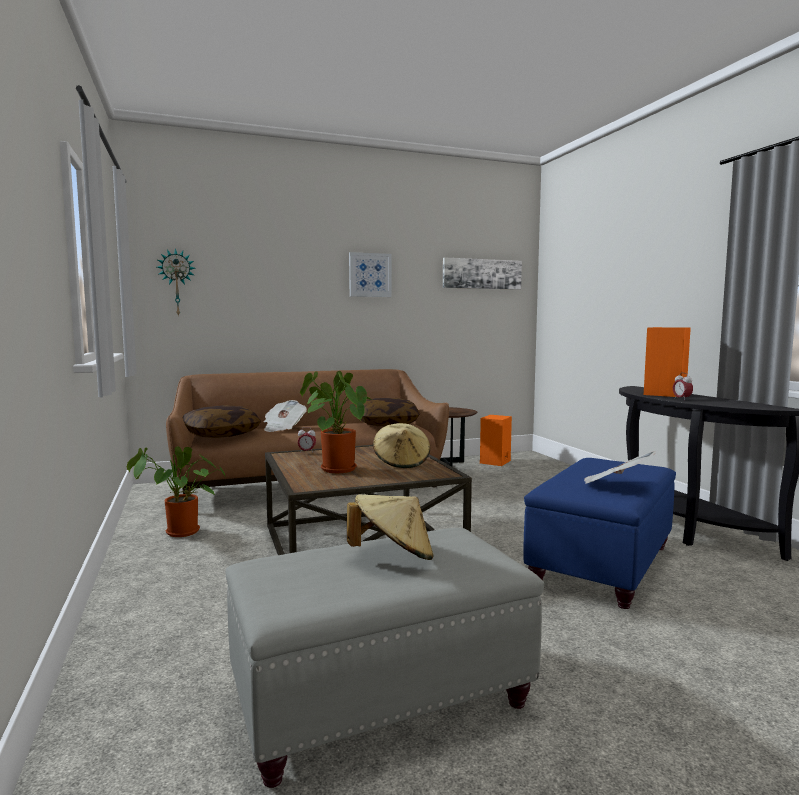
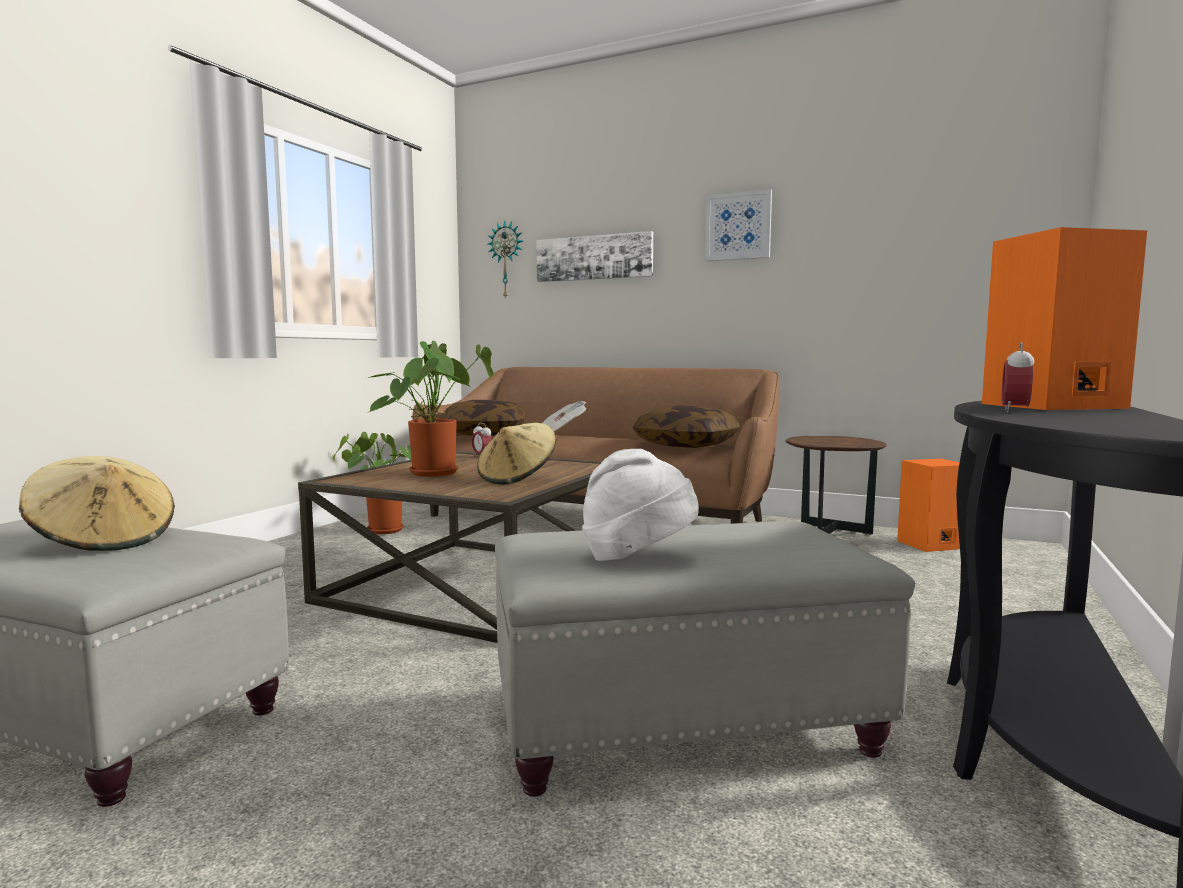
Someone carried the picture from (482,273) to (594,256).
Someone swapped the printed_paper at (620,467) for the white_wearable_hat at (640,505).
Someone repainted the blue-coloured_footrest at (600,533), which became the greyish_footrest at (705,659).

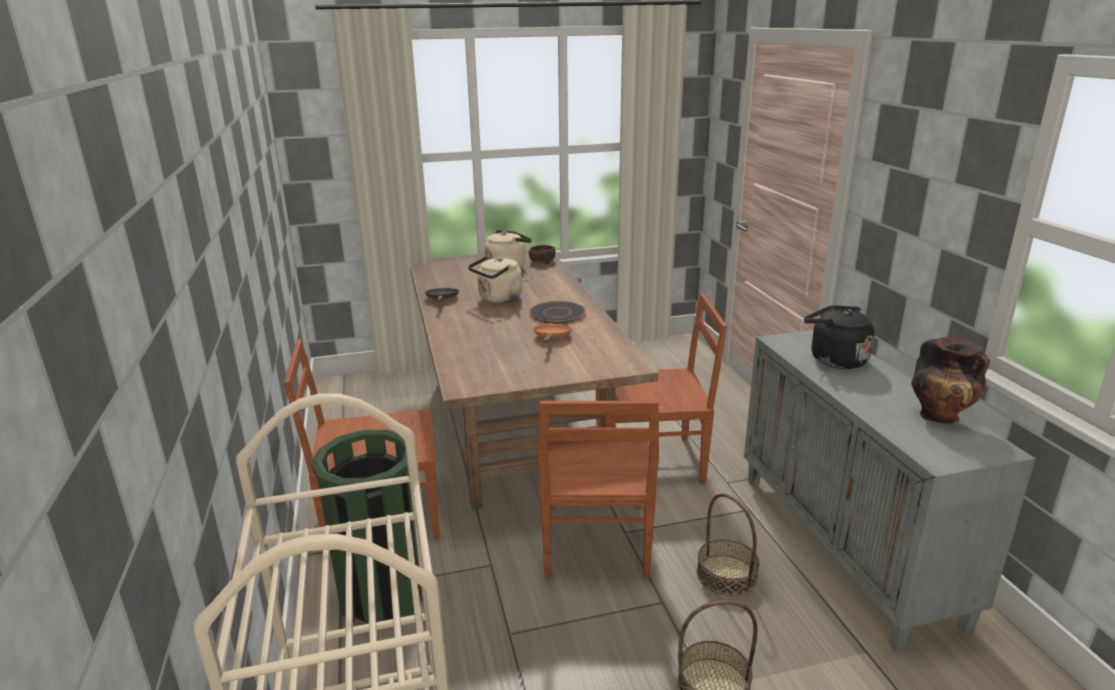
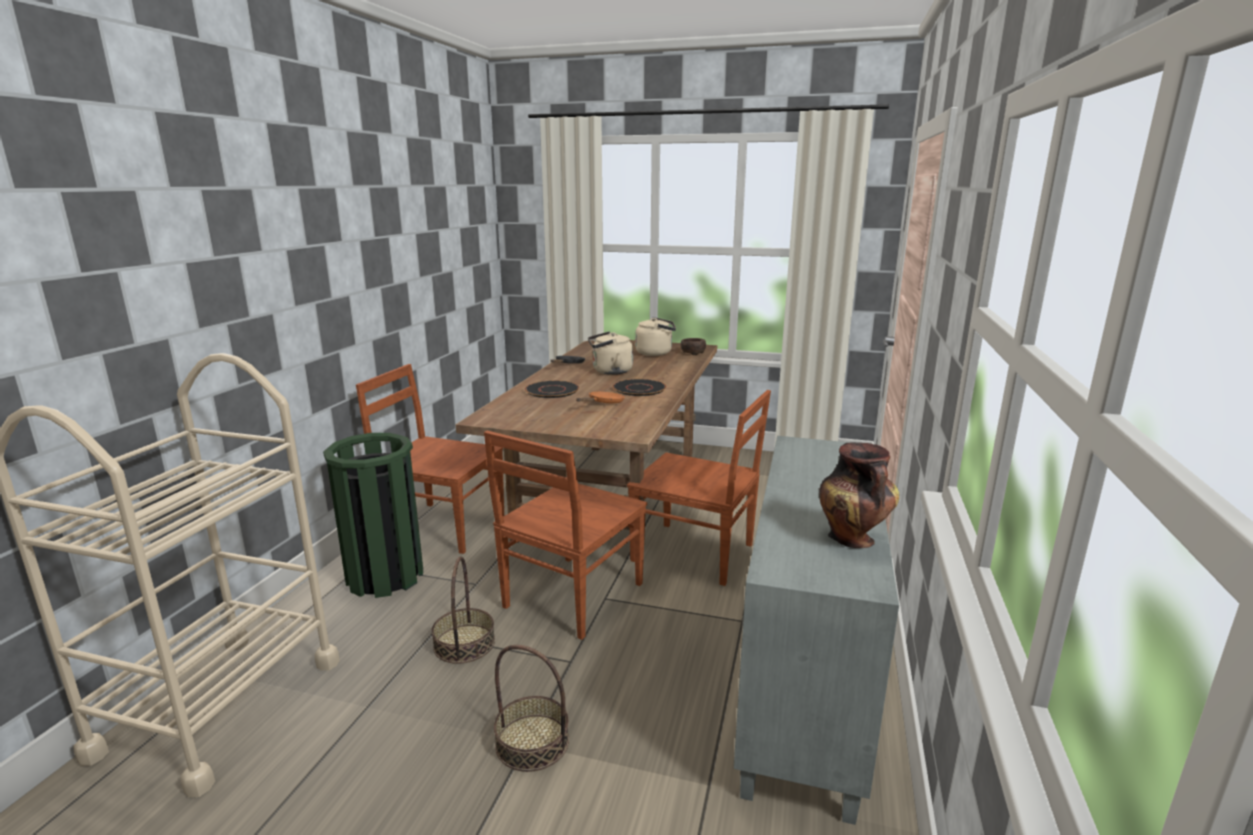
Someone took away the black-coloured_water_kettle at (839,337).
Someone carried the basket from (728,544) to (463,610).
Someone put down the black-coloured_flat_dish at (552,389).

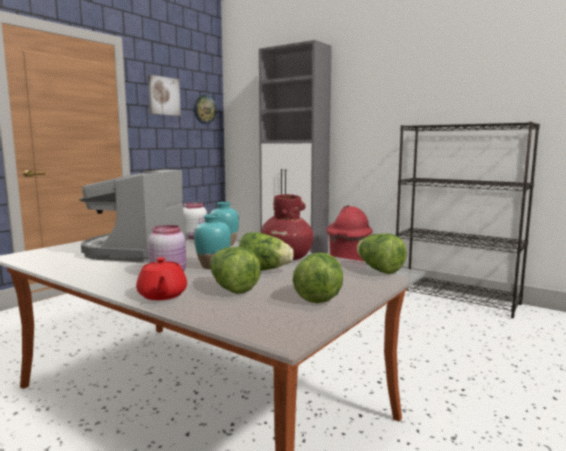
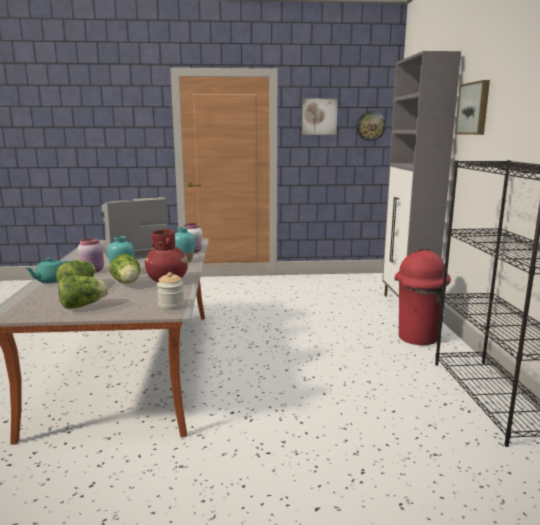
Someone swapped the lettuce at (382,254) for the preserve_jar at (170,291).
Someone repainted the red-coloured_teapot at (161,278), which became the turquoise_teapot at (47,270).
Someone put up the picture at (472,107).

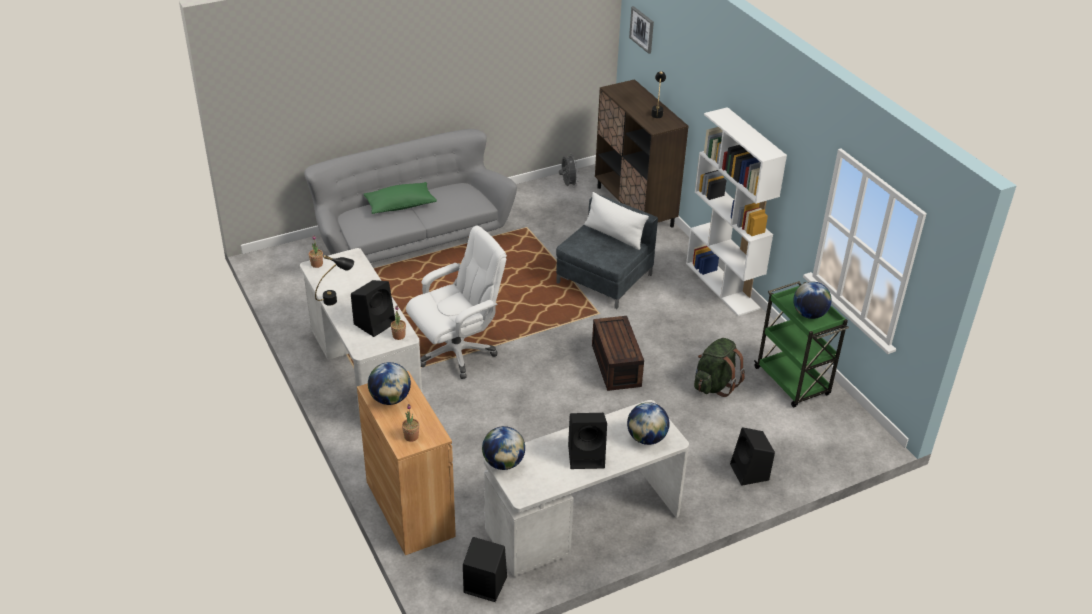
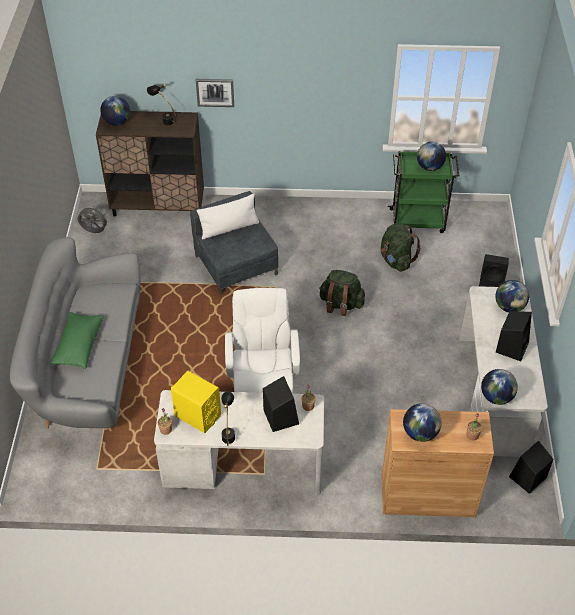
Someone carried the picture from (641,30) to (215,93).
Someone took away the white_shelving_unit at (736,211).
Someone swapped the brownish_storage_box at (618,353) for the green-coloured_backpack at (342,293).
Someone put down the world_globe at (115,111).
Someone put down the yellow-coloured_loudspeaker at (196,402).

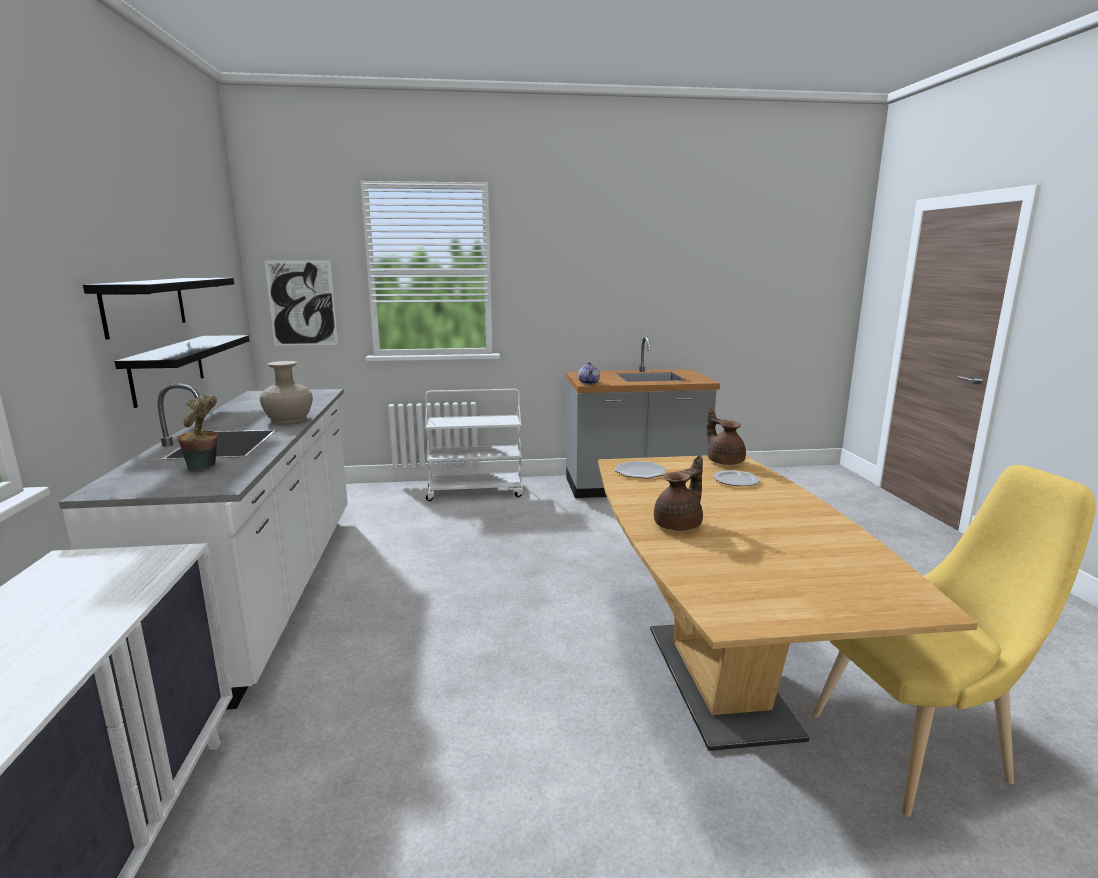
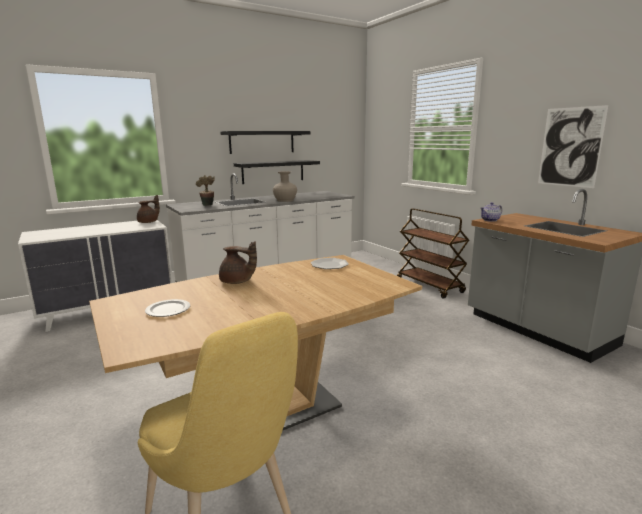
Someone carried the picture from (301,303) to (573,146).
Someone repainted the white_wheeled_cart at (474,445), which became the brownish_wheeled_cart at (433,253).
Someone carried the brownish_teapot from (726,436) to (148,209).
Someone carried the flat_dish from (736,478) to (167,308).

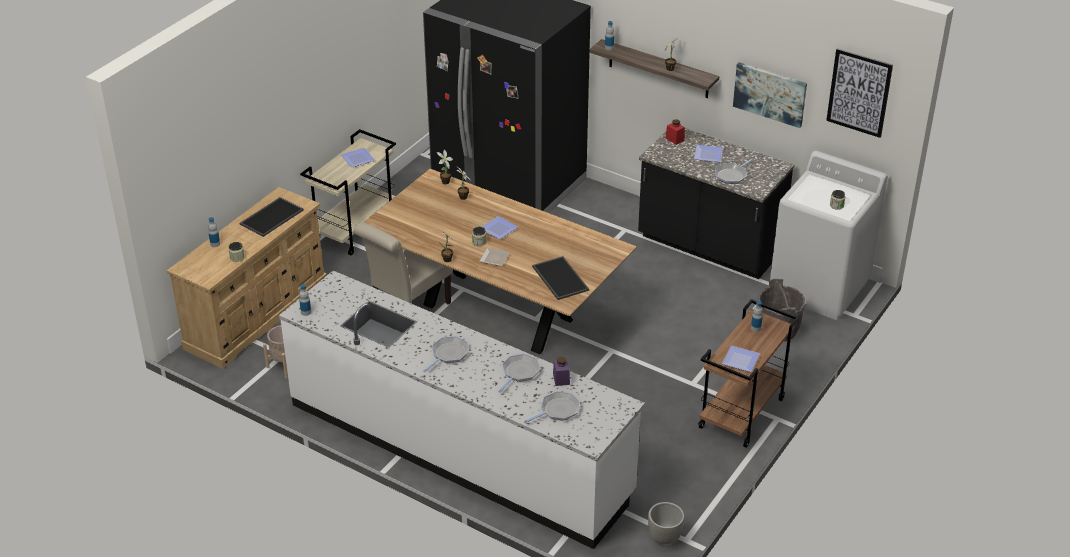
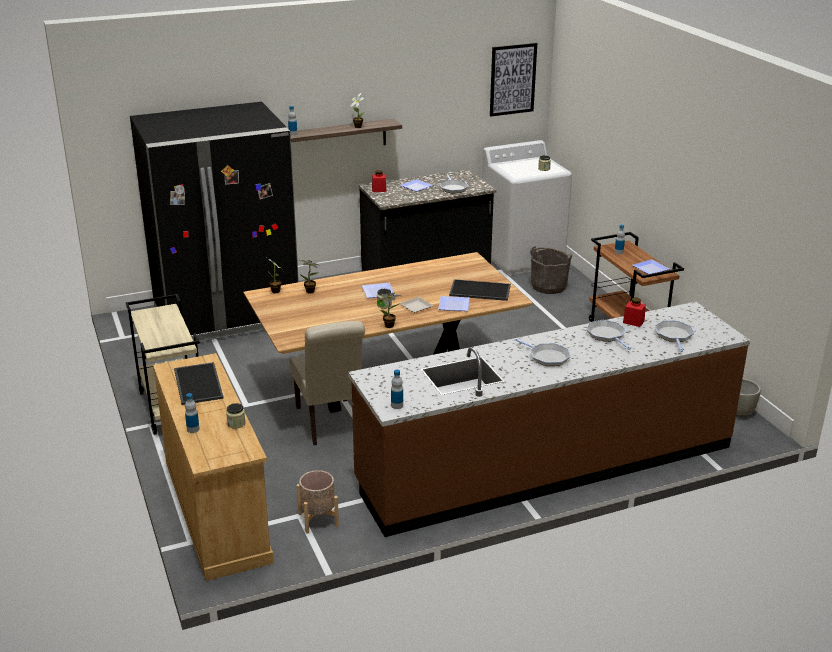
Someone took away the picture at (770,95).
Someone carried the flat_dish from (358,158) to (454,303).
Someone repainted the white_counter at (462,410), which became the brownish_counter at (549,419).
Someone rotated the skillet at (446,354) by 150 degrees clockwise.
Someone repainted the purple_preserve_jar at (561,371), which became the red-coloured_preserve_jar at (634,312).

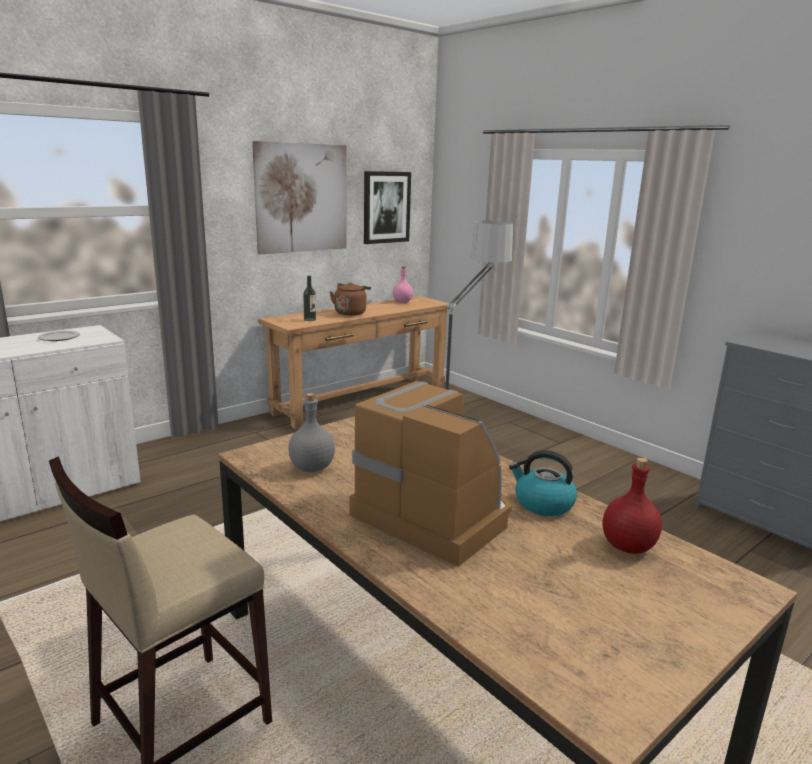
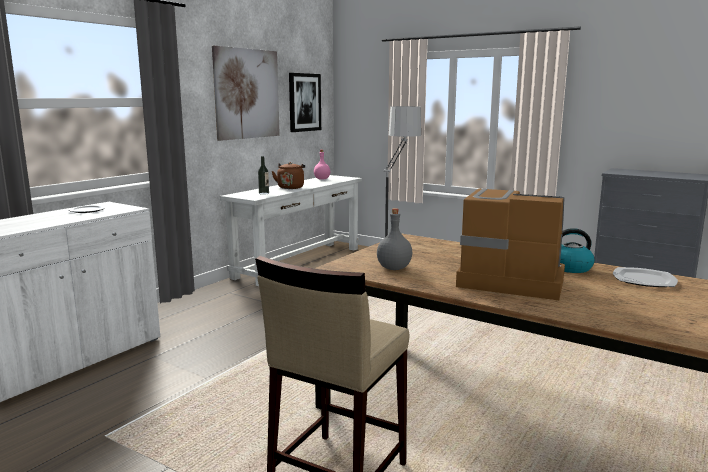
Someone repainted the brownish_console_table at (356,362), which became the white_console_table at (291,230).
Someone swapped the red-coloured_bottle at (632,505) for the flat_dish at (645,277).

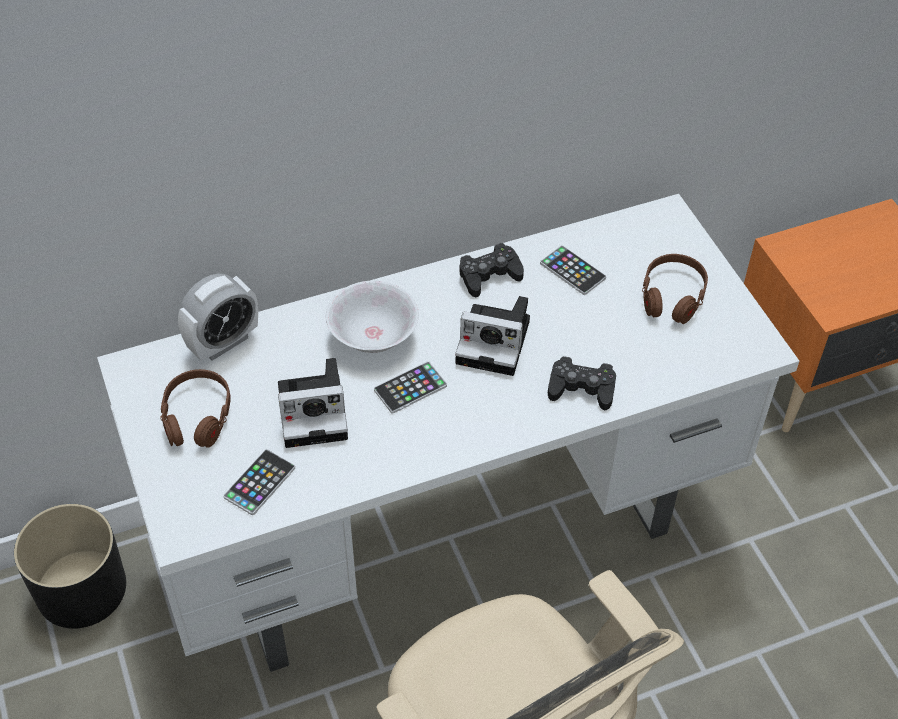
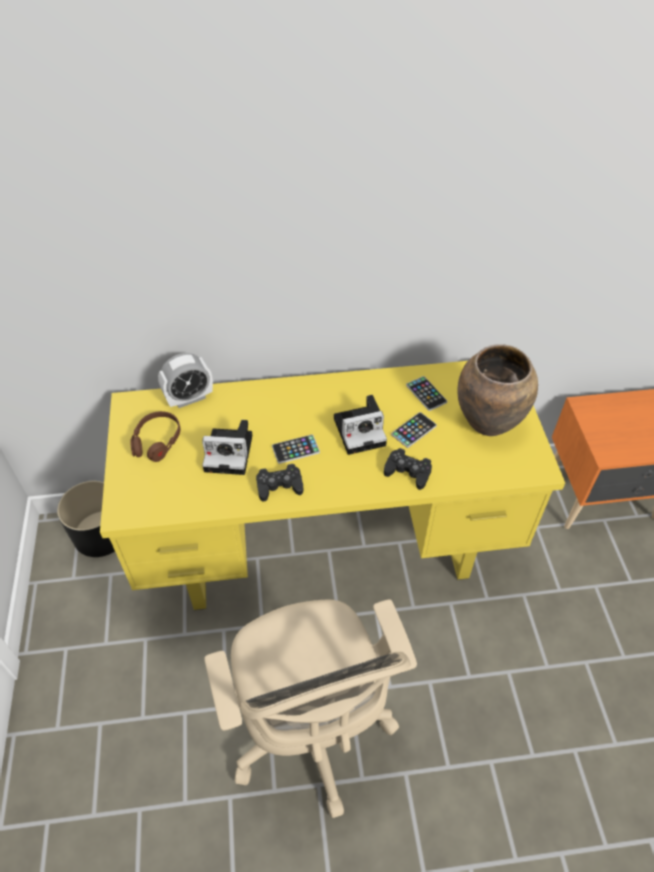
Someone repainted the white_desk at (448,433), which became the yellow-coloured_desk at (332,485).
Someone carried the black-coloured_joypad from (492,270) to (279,483).
Someone swapped the brownish_headset at (675,289) for the brownish_vase at (498,390).
Someone took away the white_deep_dish at (372,317).
Someone rotated the photo_camera at (492,336) by 45 degrees counterclockwise.
Someone carried the handset from (259,482) to (414,430).

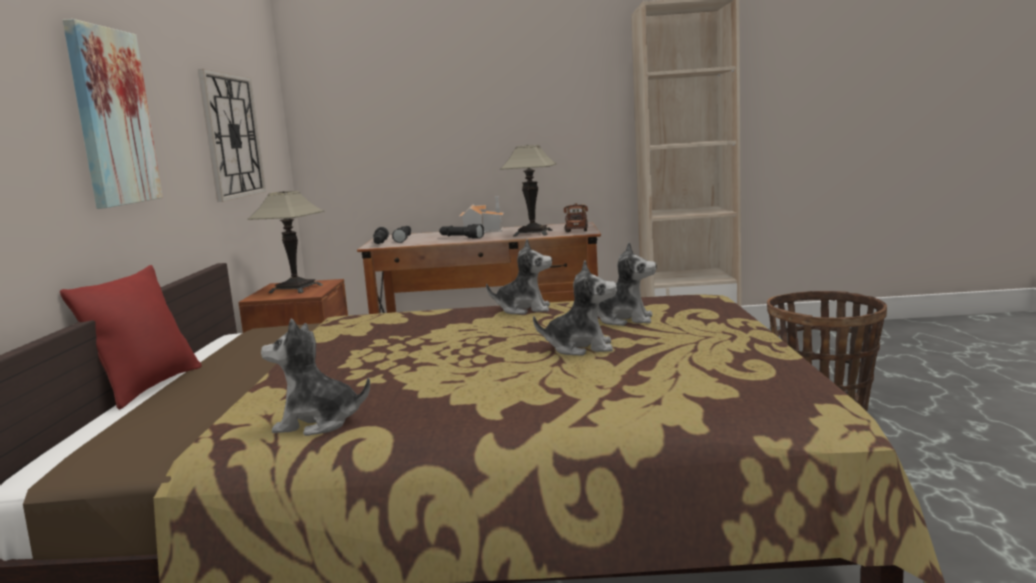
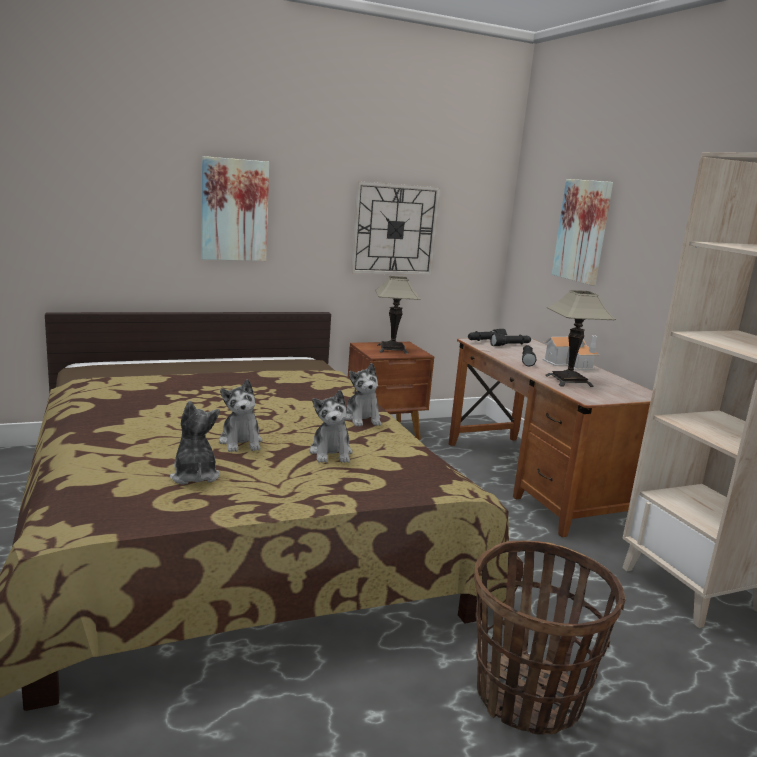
Someone took away the model_truck at (576,217).
Someone took away the red-coloured_pillow at (131,337).
Someone carried the soft_toy from (315,377) to (195,443).
Someone put up the picture at (582,232).

